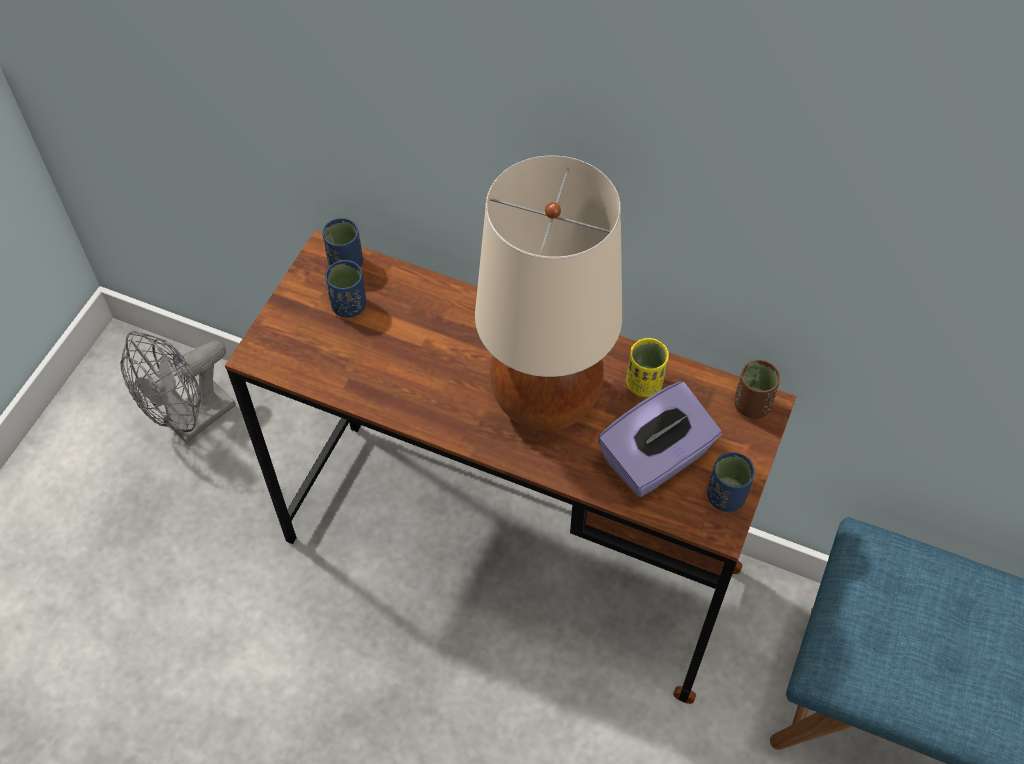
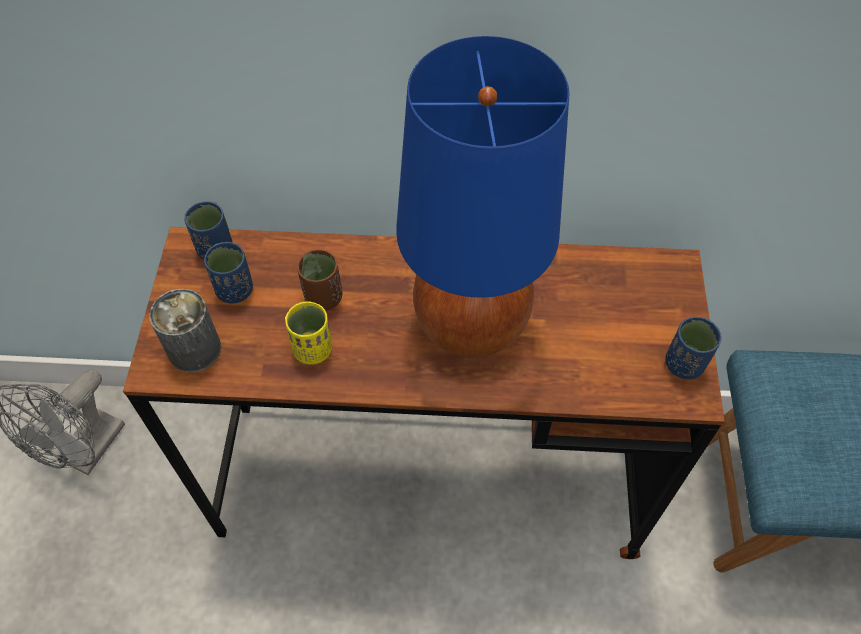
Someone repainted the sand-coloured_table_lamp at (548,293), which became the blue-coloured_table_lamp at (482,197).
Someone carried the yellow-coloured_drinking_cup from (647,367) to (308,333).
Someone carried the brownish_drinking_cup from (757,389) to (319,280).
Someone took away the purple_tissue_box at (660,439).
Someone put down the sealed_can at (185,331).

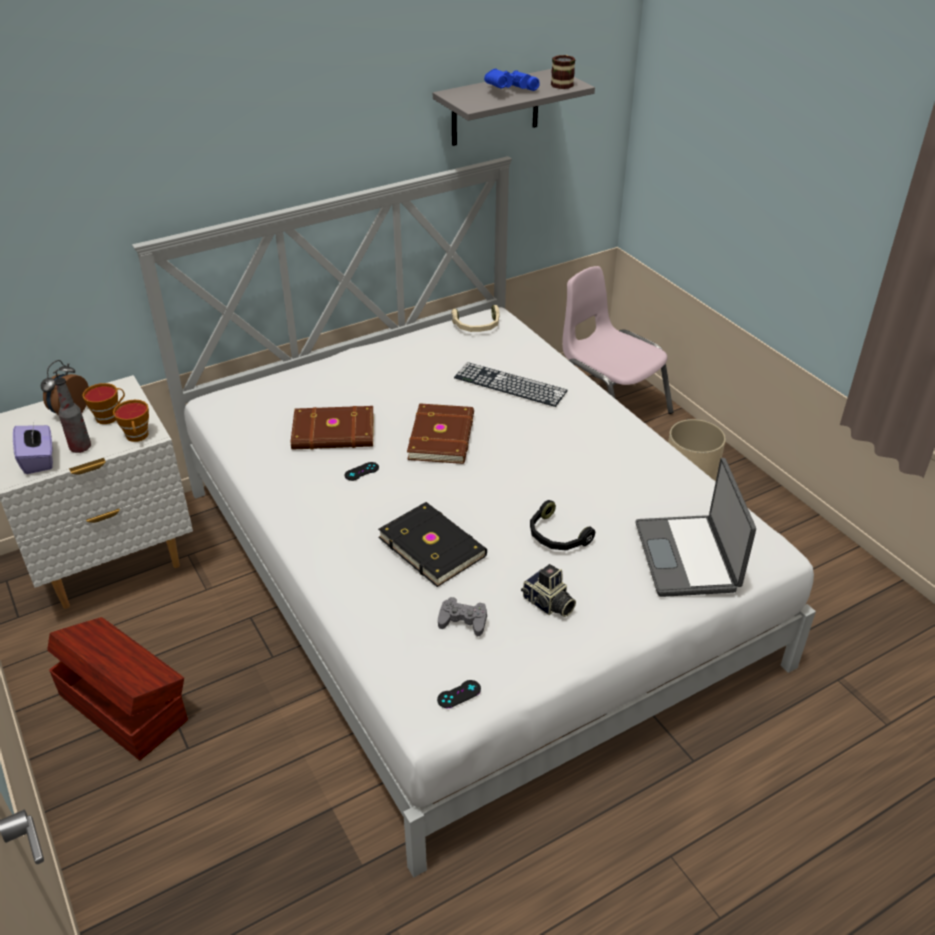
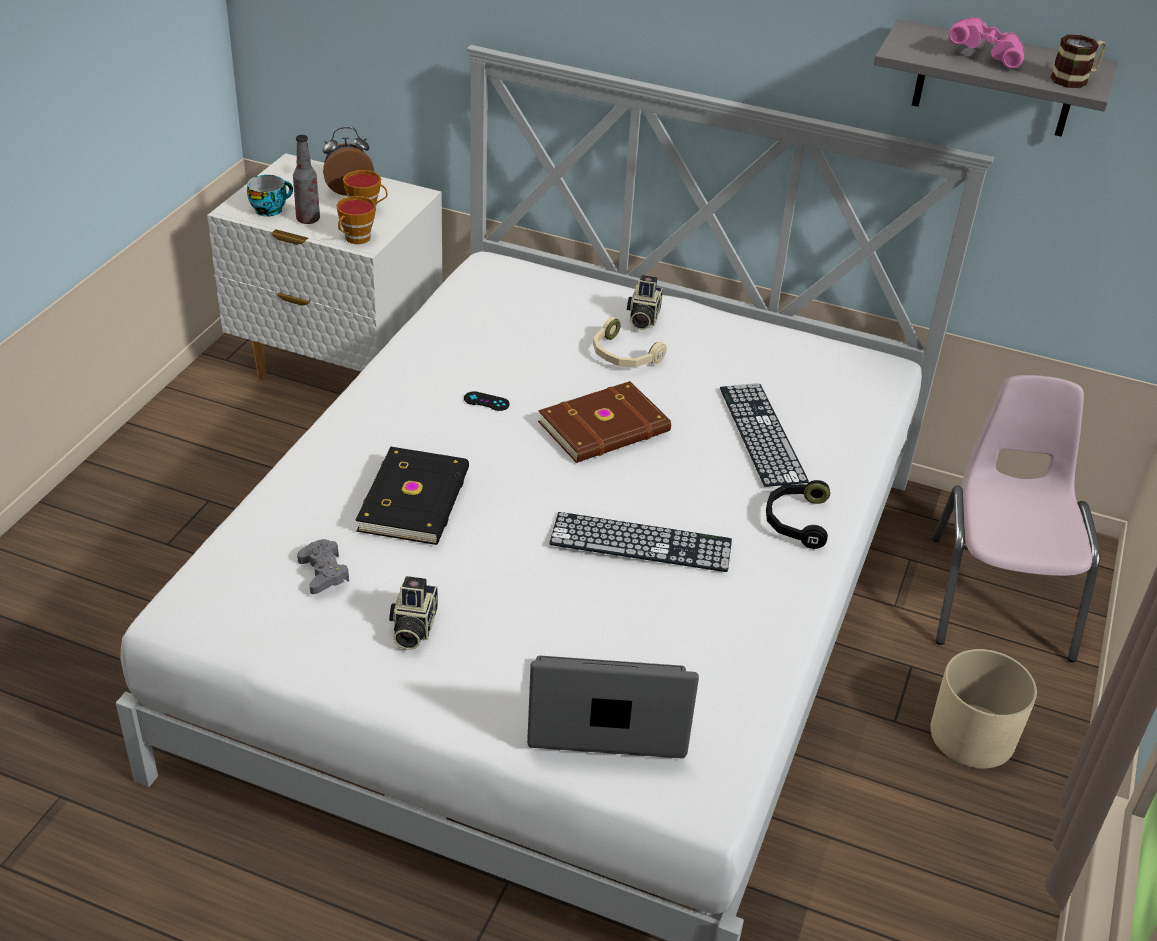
Someone repainted the blue-coloured_pair_of_binoculars at (512,80), which became the pink_pair_of_binoculars at (986,43).
Someone carried the sand-coloured_headset from (475,318) to (630,342).
Someone took away the brownish_volume at (332,428).
Someone swapped the purple_tissue_box at (33,449) for the drinking_cup at (270,196).
Someone rotated the portable_computer at (695,527) by 45 degrees clockwise.
Someone carried the black-coloured_headset from (562,525) to (798,514).
Someone took away the brownish_storage_box at (117,689).
Someone took away the black-coloured_joypad at (459,694).
Someone put down the photo_camera at (645,302).
Someone put down the computer_keyboard at (640,542).

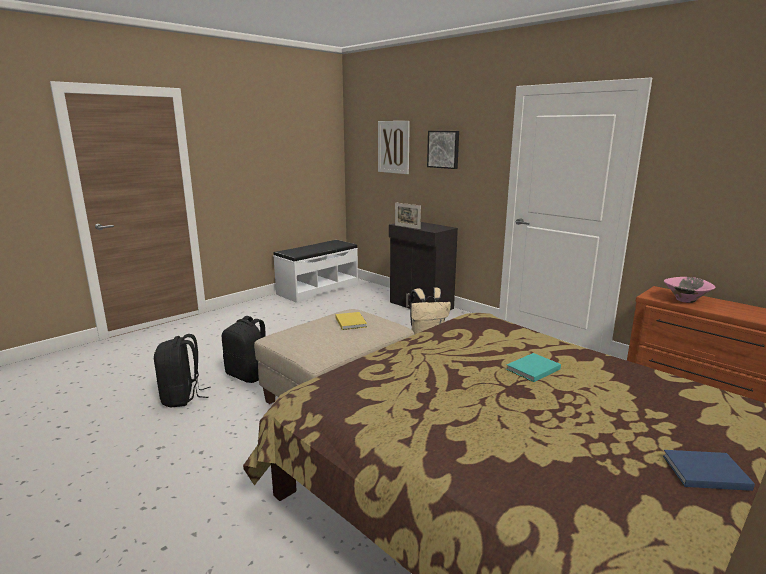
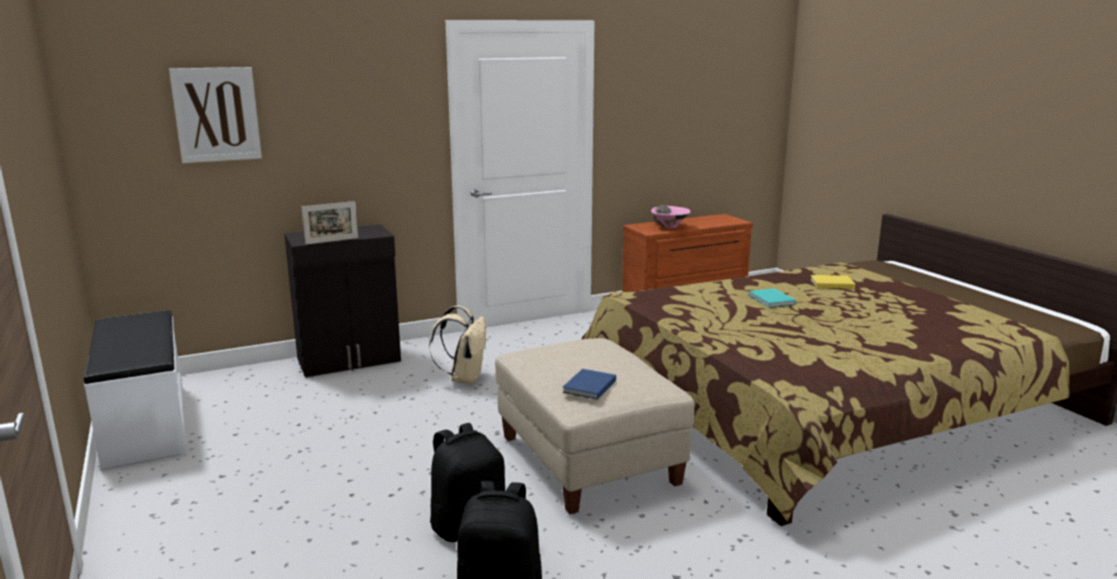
Someone took away the picture at (443,150).
Someone carried the yellow-coloured_volume from (351,321) to (832,282).
Someone carried the blue-coloured_volume from (709,470) to (589,384).

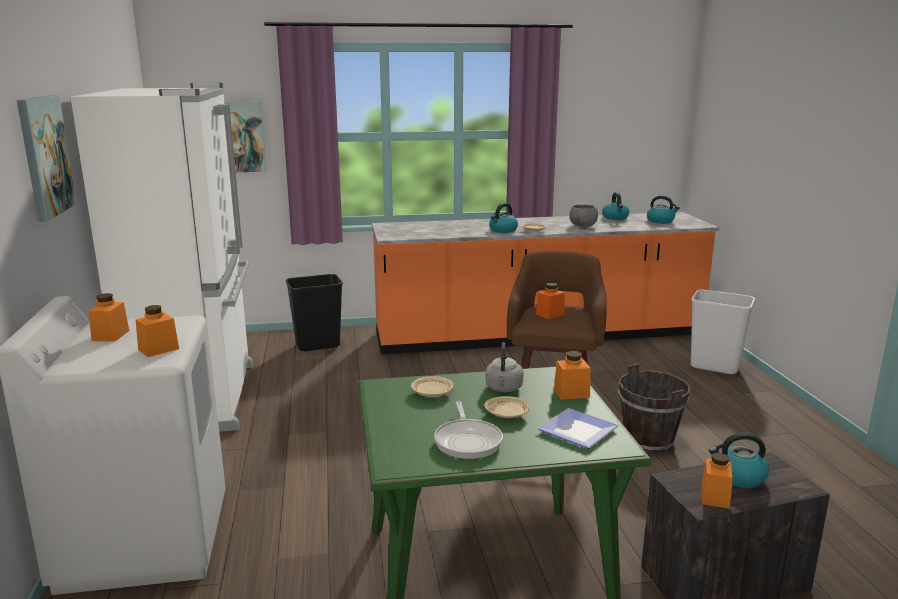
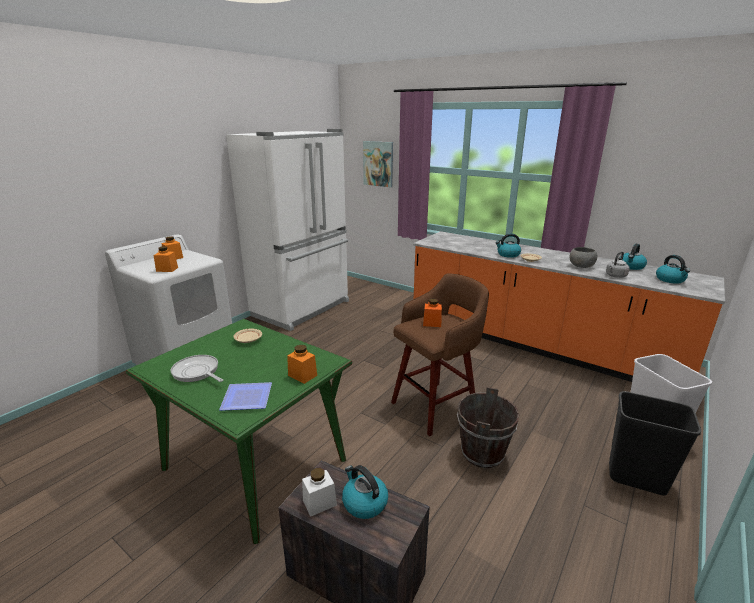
Someone took away the picture at (47,158).
Someone carried the black-coloured_rubbish_bin from (314,312) to (655,443).
Someone carried the greyish_water_kettle from (504,367) to (618,264).
Someone took away the sand-coloured_flat_dish at (507,407).
Someone rotated the skillet at (468,430) by 90 degrees clockwise.
Someone repainted the orange-coloured_preserve_jar at (717,481), which became the white_preserve_jar at (319,492).

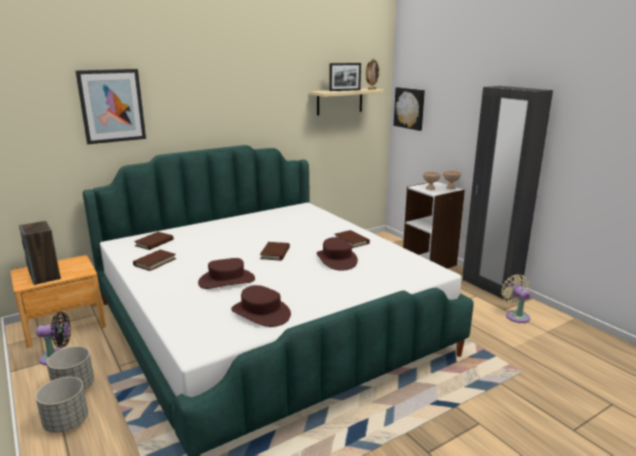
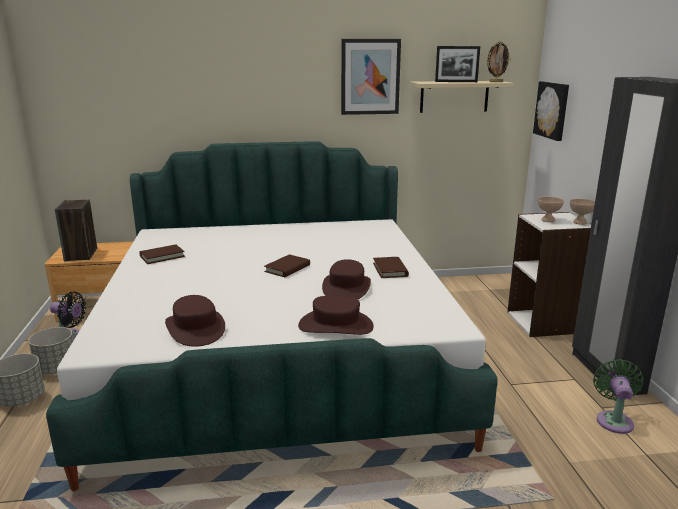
Someone carried the picture from (110,106) to (371,77).
Someone took away the brownish_volume at (154,241).
Someone carried the brownish_wearable_hat from (226,273) to (336,315).
Someone repainted the sand-coloured_fan at (516,298), which became the green-coloured_fan at (618,396).

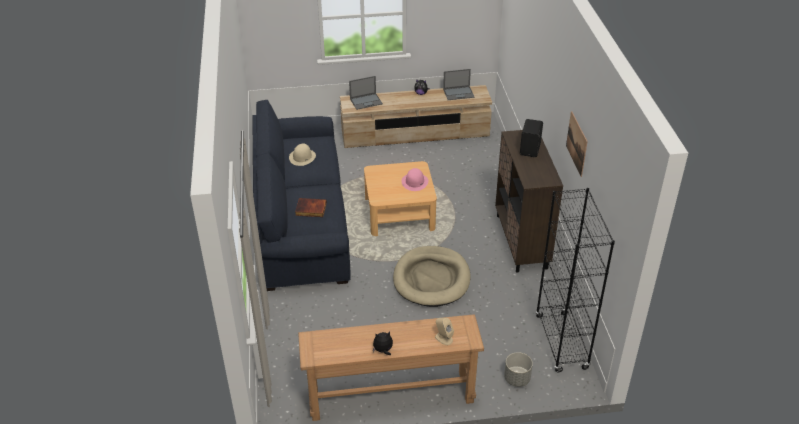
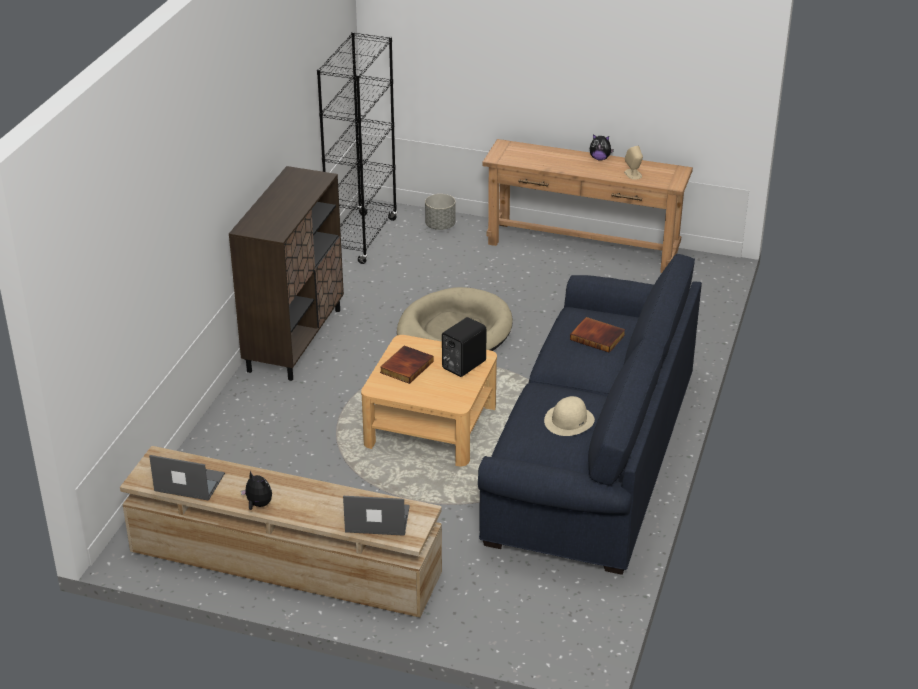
Someone took away the picture at (577,144).
Someone carried the black-coloured_loudspeaker from (531,138) to (464,347).
Someone swapped the pink_wearable_hat at (415,179) for the volume at (407,365).
Someone carried the sand-coloured_loudspeaker from (444,331) to (633,163).

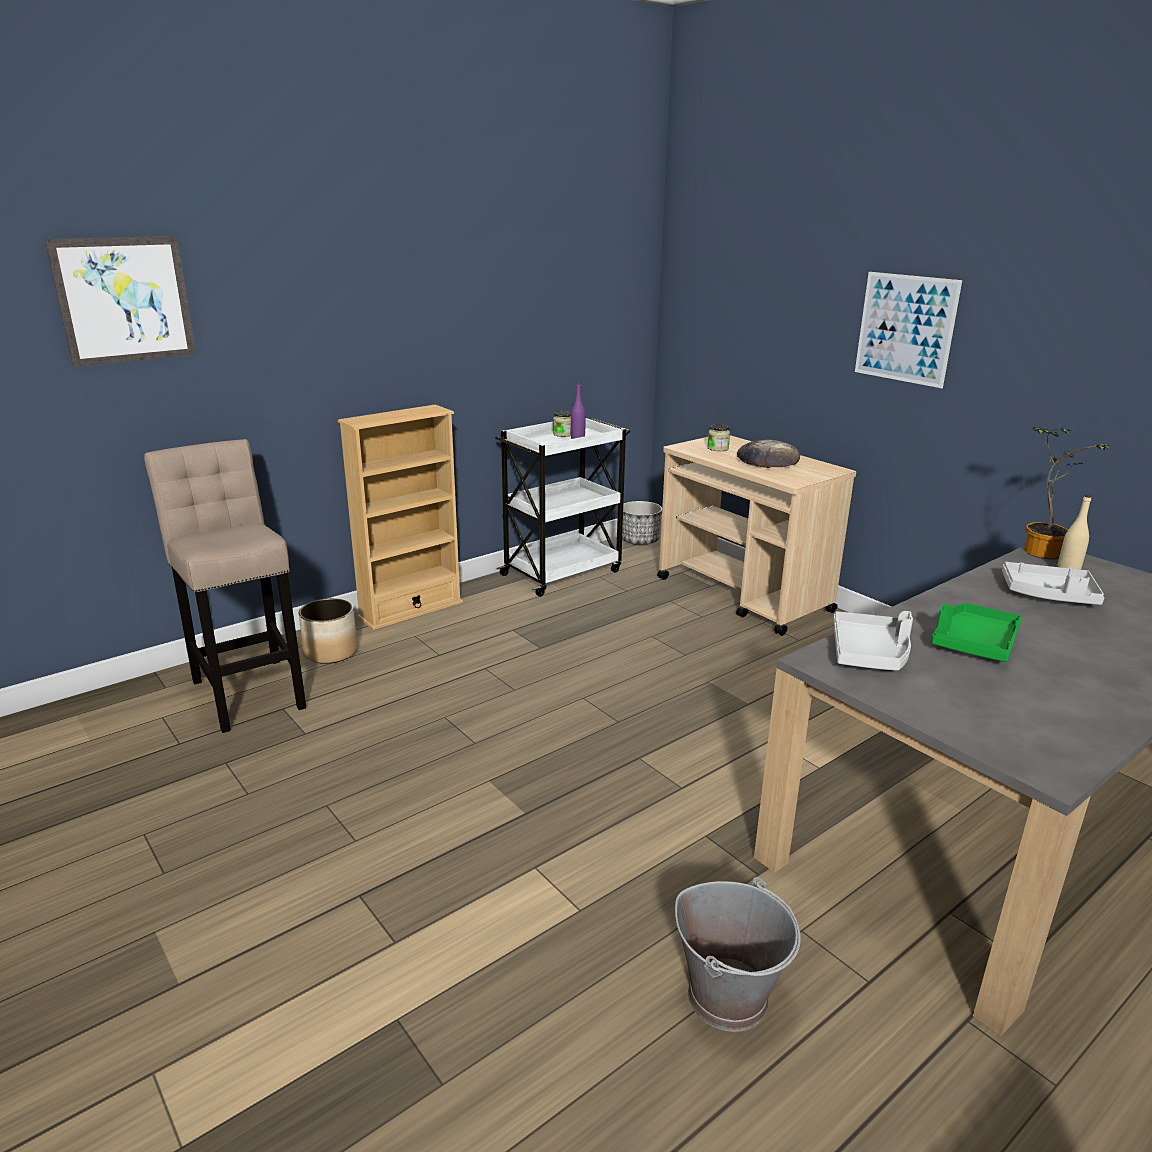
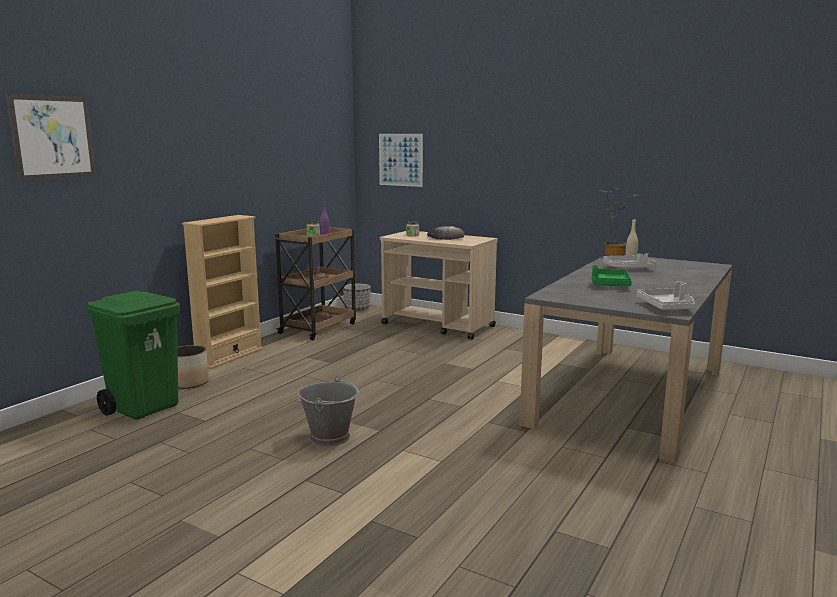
Someone carried the picture from (908,330) to (401,160).
Someone repainted the white_wheeled_cart at (562,507), which became the brownish_wheeled_cart at (314,283).
Someone swapped the sand-coloured_stool at (225,586) for the green-coloured_rubbish_bin at (133,355).
Someone carried the greyish_serving_tray from (873,641) to (666,295).
Someone carried the greyish_pail from (738,954) to (328,411).

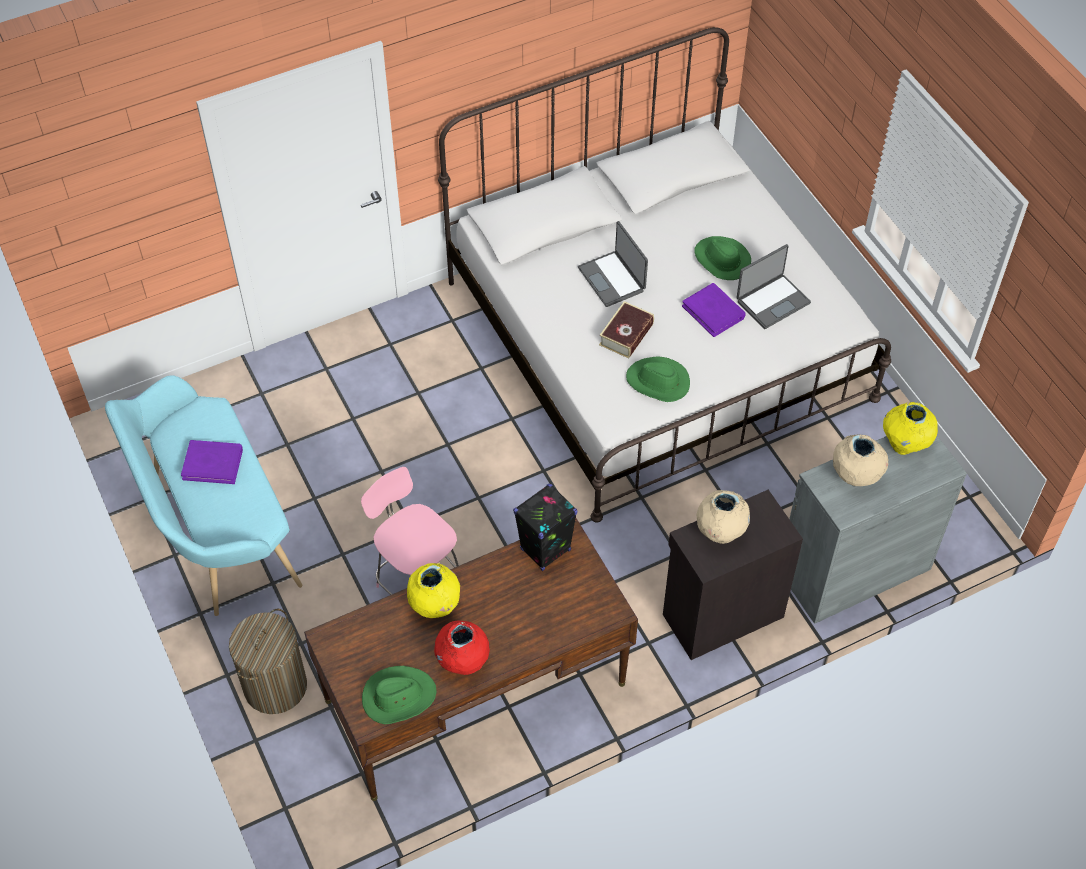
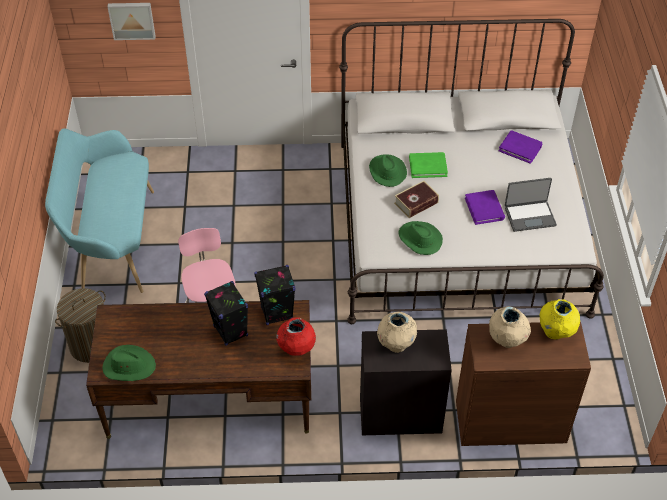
Someone swapped the portable_computer at (613,264) for the green-coloured_volume at (428,165).
Someone carried the green-coloured_wearable_hat from (722,258) to (388,170).
Someone repainted the greyish_storage_cabinet at (878,530), which became the brownish_storage_cabinet at (523,383).
Someone carried the purple_volume from (212,462) to (520,147).
Someone took away the yellow-coloured_vase at (433,590).
Someone carried the red-coloured_vase from (462,647) to (296,336).
Someone put up the picture at (131,21).
Someone put down the black-coloured_loudspeaker at (226,313).

